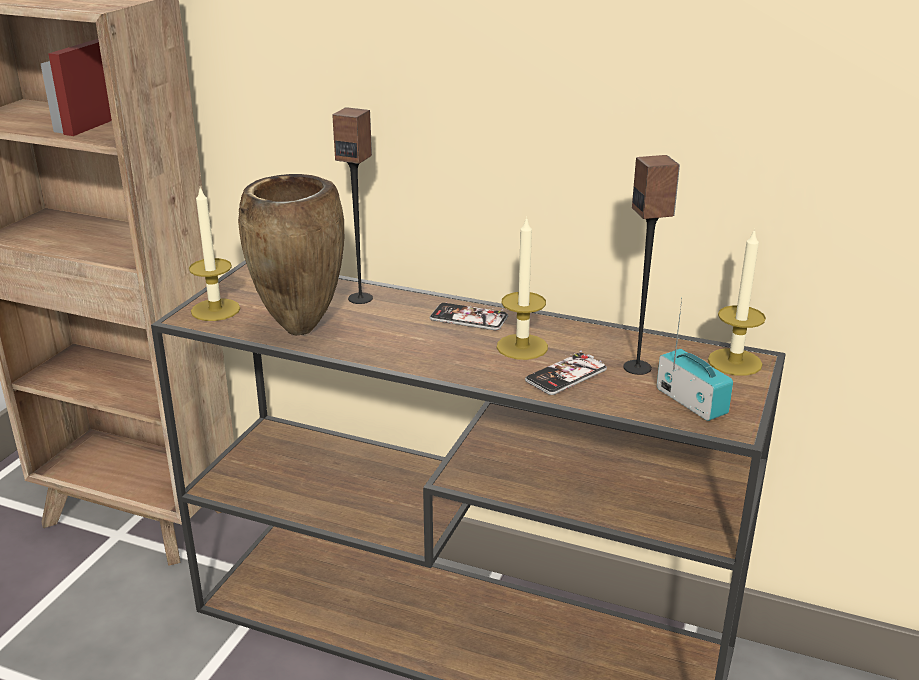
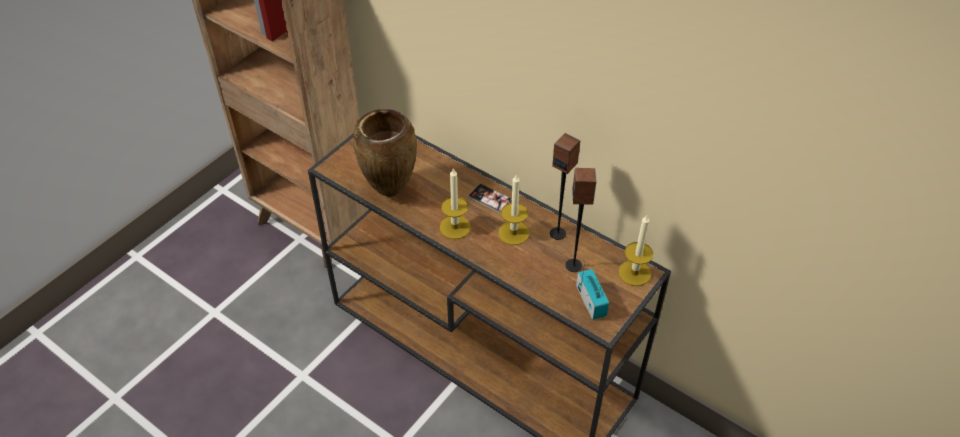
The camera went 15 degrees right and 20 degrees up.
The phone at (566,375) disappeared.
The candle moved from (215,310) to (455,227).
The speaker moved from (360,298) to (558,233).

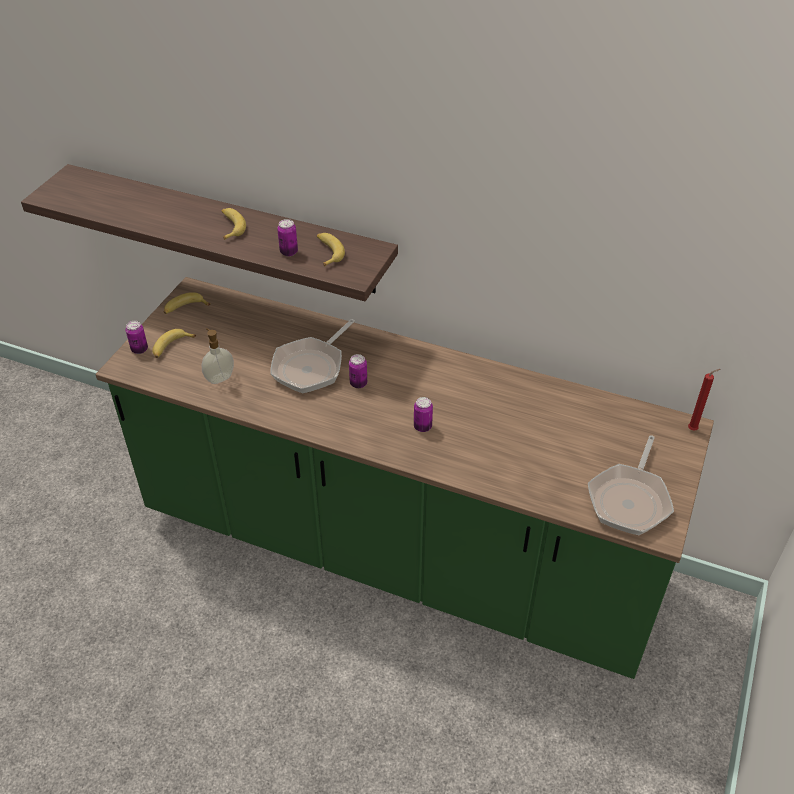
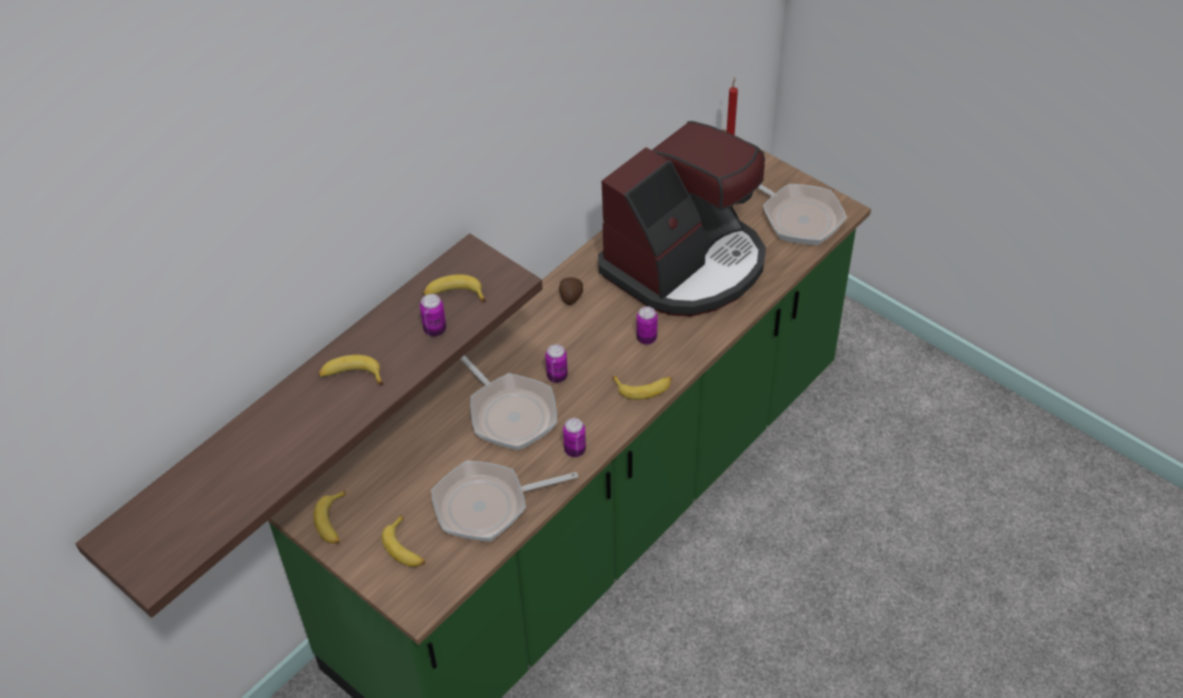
The camera went 70 degrees left and 5 degrees up.
The potato at (570,297) appeared.
The coffee_machine at (686,264) appeared.
The banana at (643,388) appeared.
The can moved from (139,349) to (575,450).
The soap_dispenser at (219,378) was replaced by the frying_pan at (488,505).

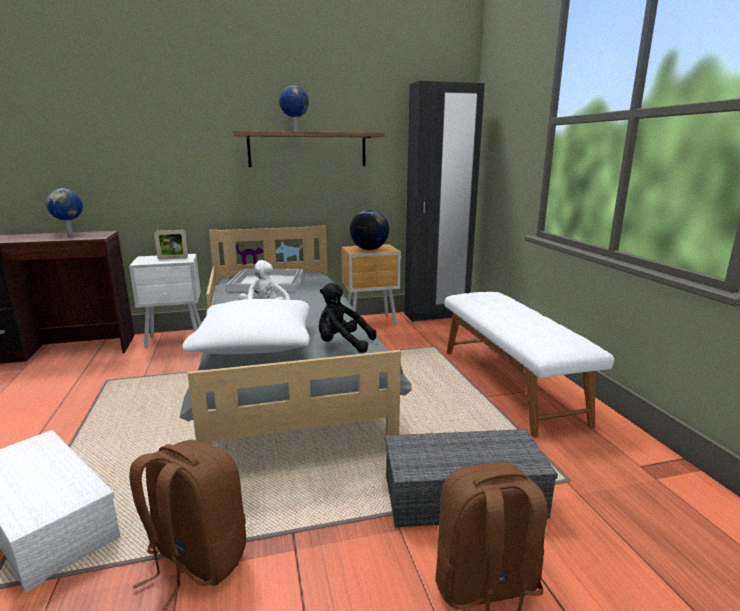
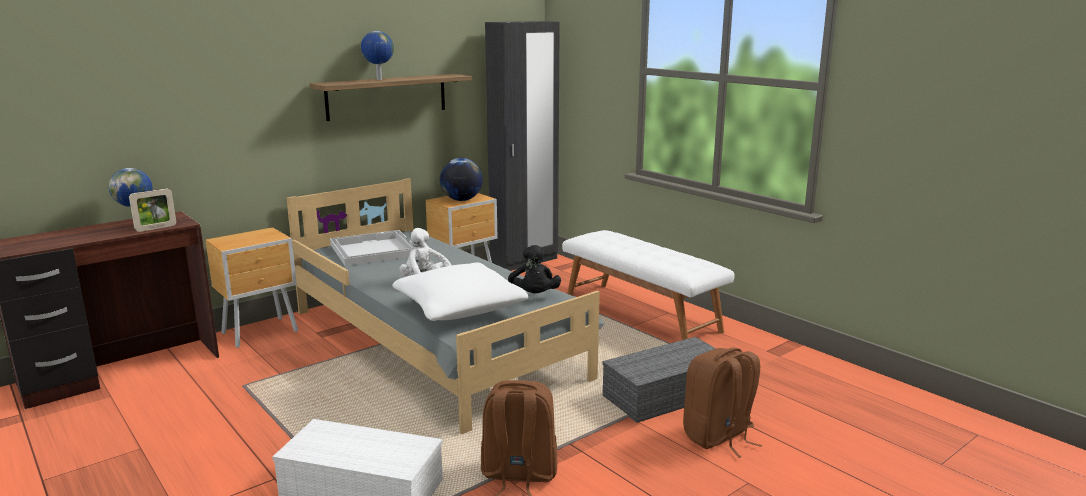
The camera went 25 degrees left and 0 degrees up.
The picture_frame moved from (173,258) to (156,228).
The white_nightstand at (176,339) became the brown_nightstand at (262,332).
The black_plush_toy at (342,344) turned 90 degrees counterclockwise.

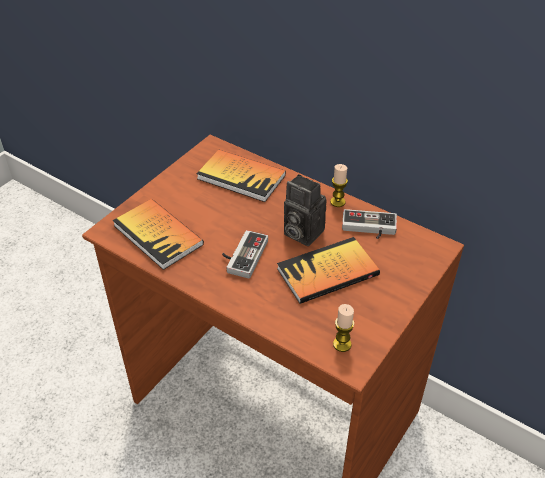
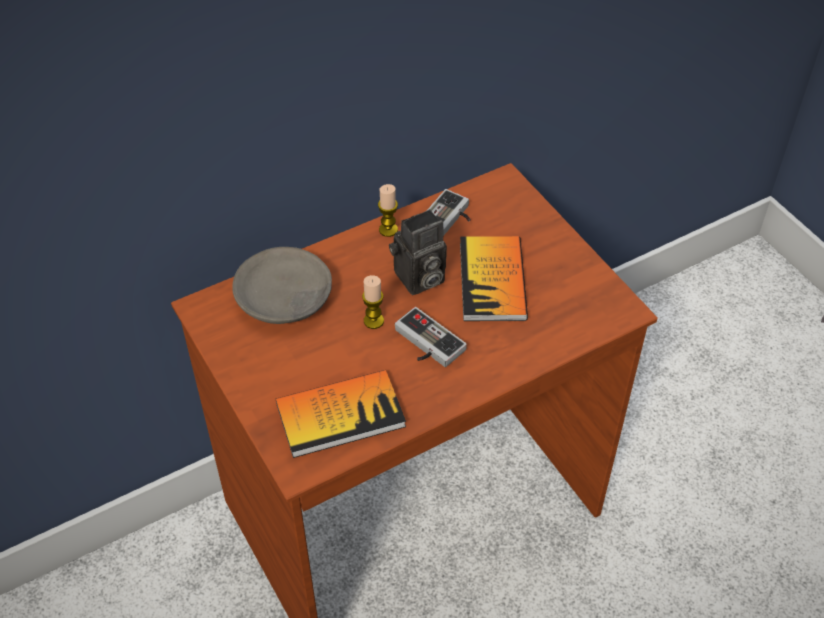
The camera went 65 degrees left and 5 degrees up.
The candle moved from (342,344) to (373,321).
The book at (241,177) was replaced by the grey_bowl at (285,299).

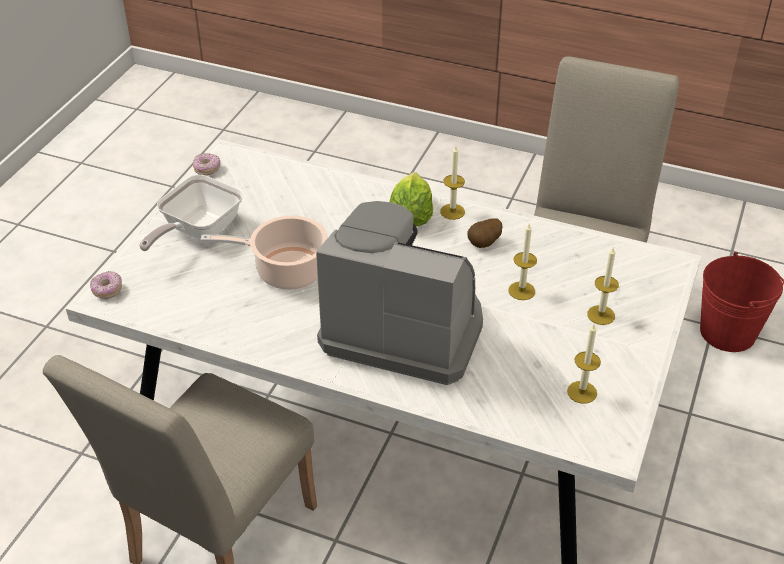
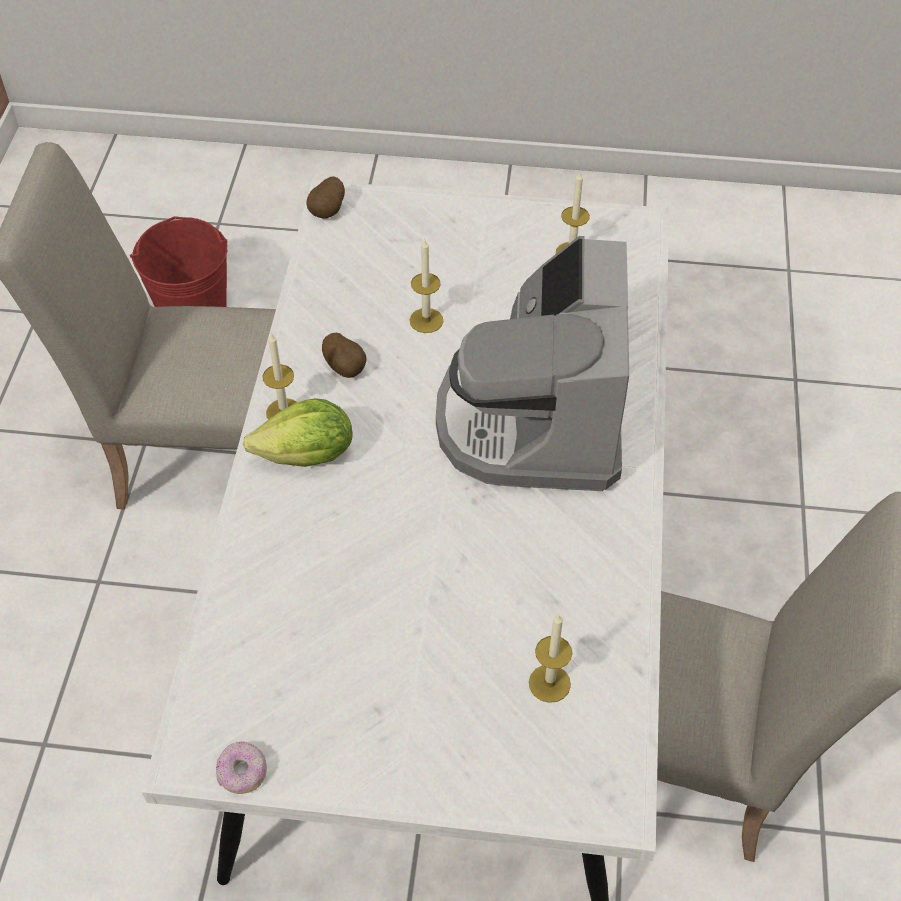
The camera went 105 degrees left and 10 degrees up.
The donut at (107,290) disappeared.
The frying_pan at (197,232) disappeared.
The cooking_pot at (285,271) disappeared.
The potato at (328,212) appeared.
The candle moved from (601,315) to (549,683).

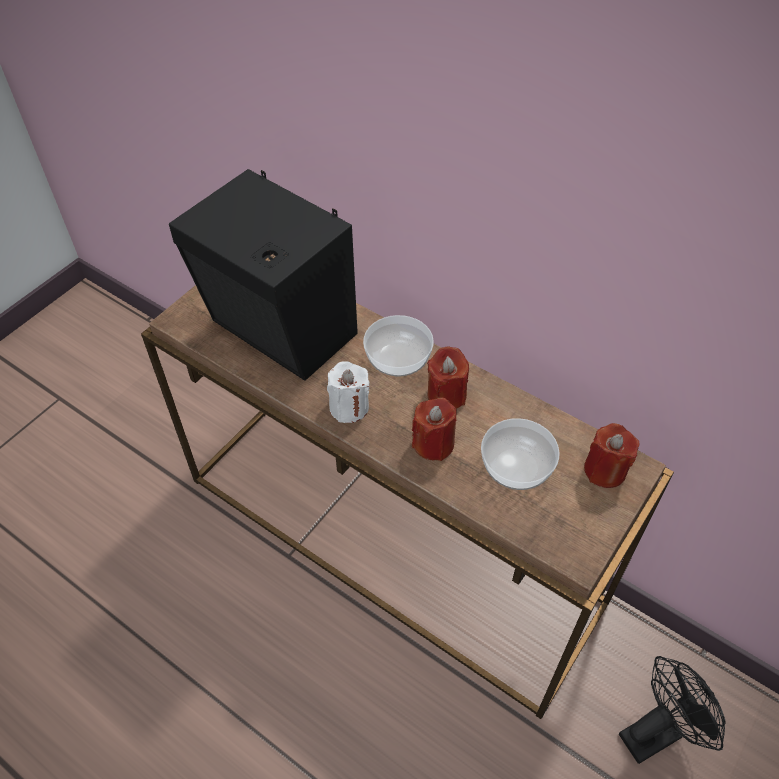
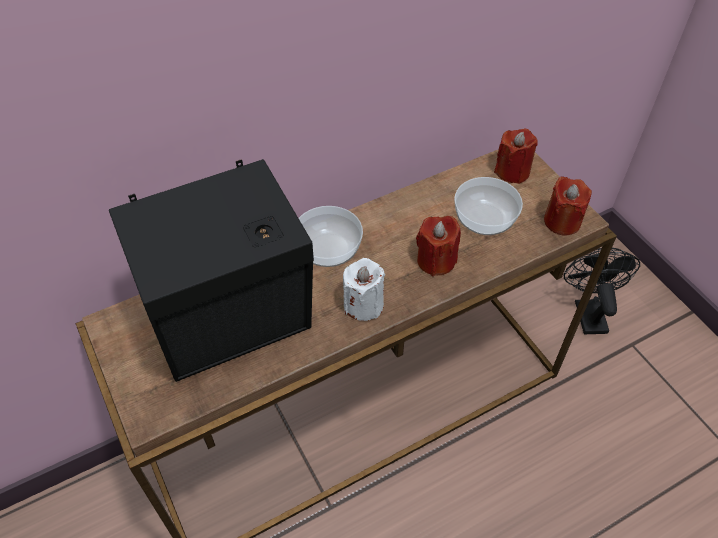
The camera went 65 degrees left and 0 degrees up.
The red_candle moved from (446,395) to (562,221).

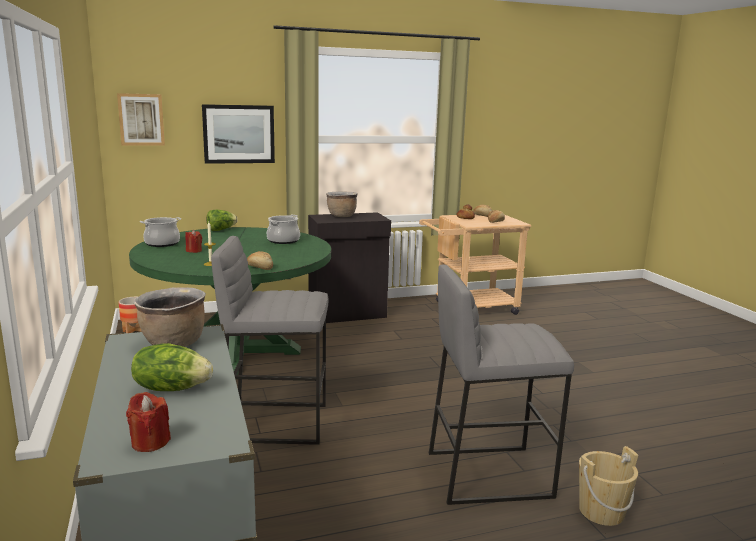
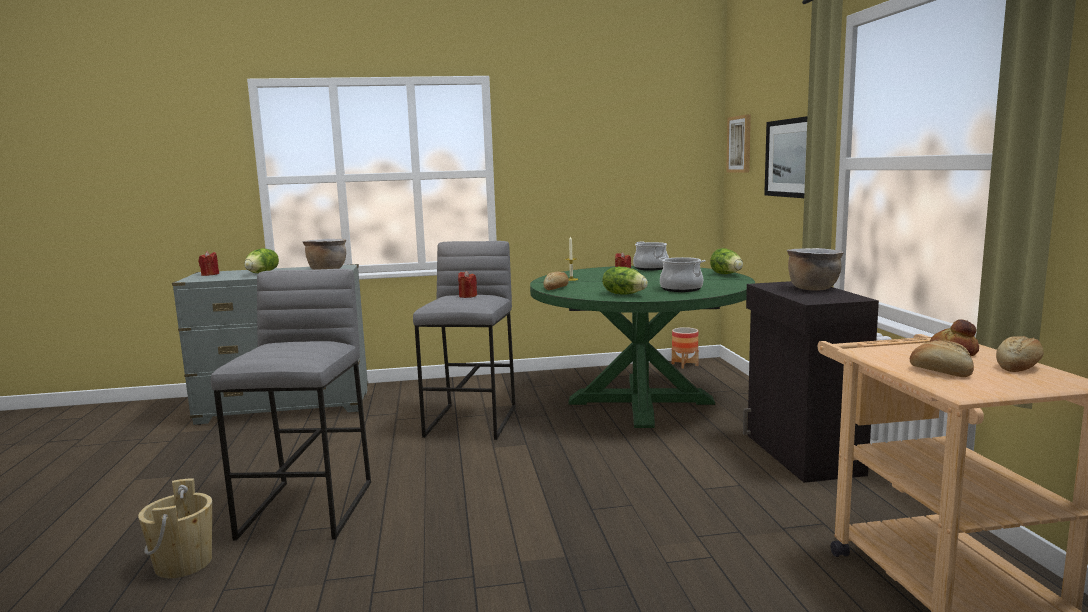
The camera went 100 degrees right and 5 degrees down.
The red_candle at (467,296) appeared.
The lettuce at (624,294) appeared.

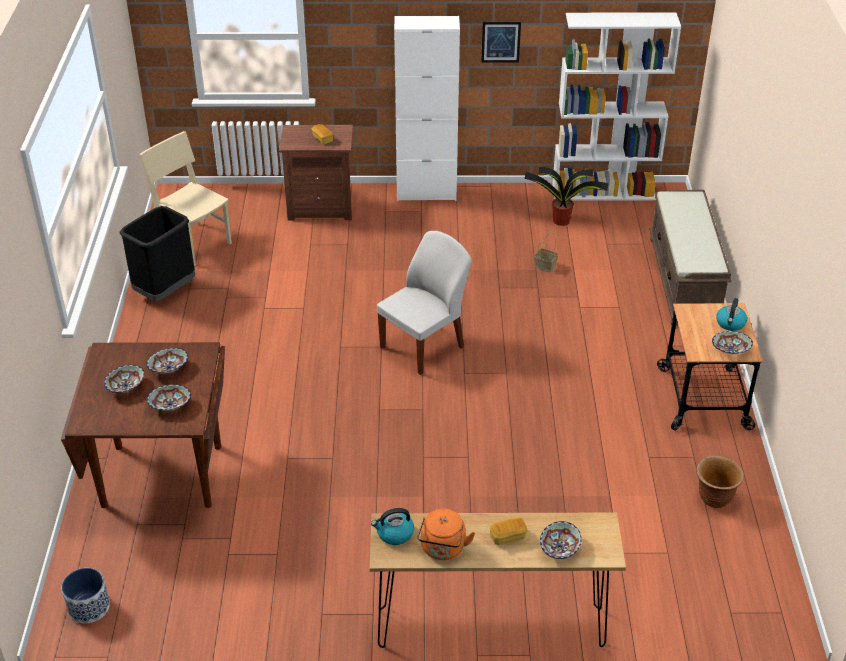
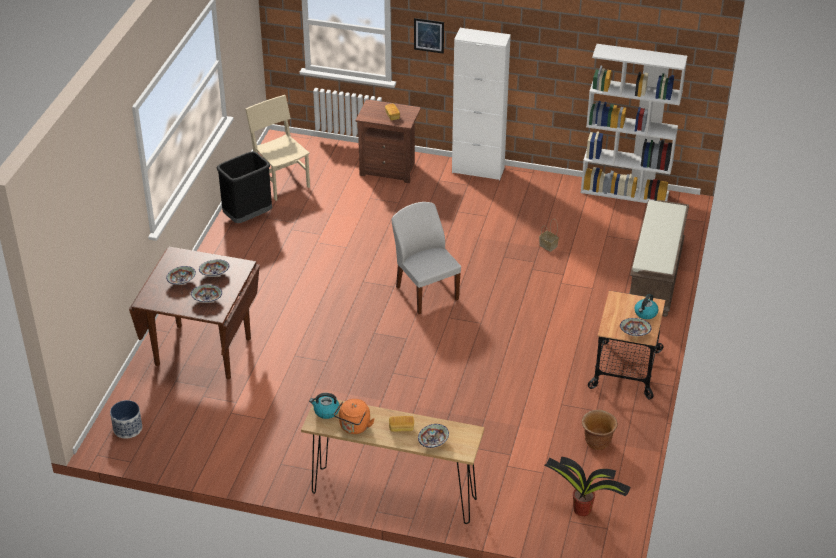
The camera went 15 degrees right and 0 degrees up.
The picture moved from (500,42) to (429,35).
The potted_plant moved from (562,221) to (583,509).
The white_chair at (424,346) turned 90 degrees counterclockwise.

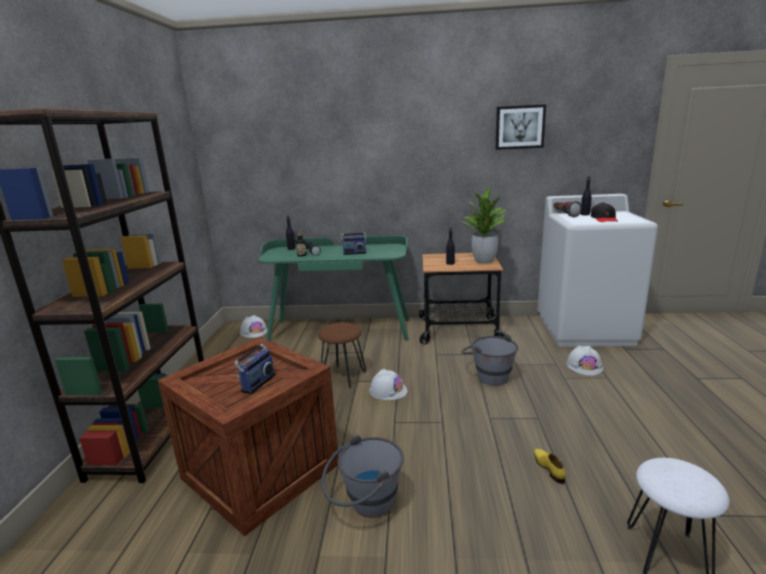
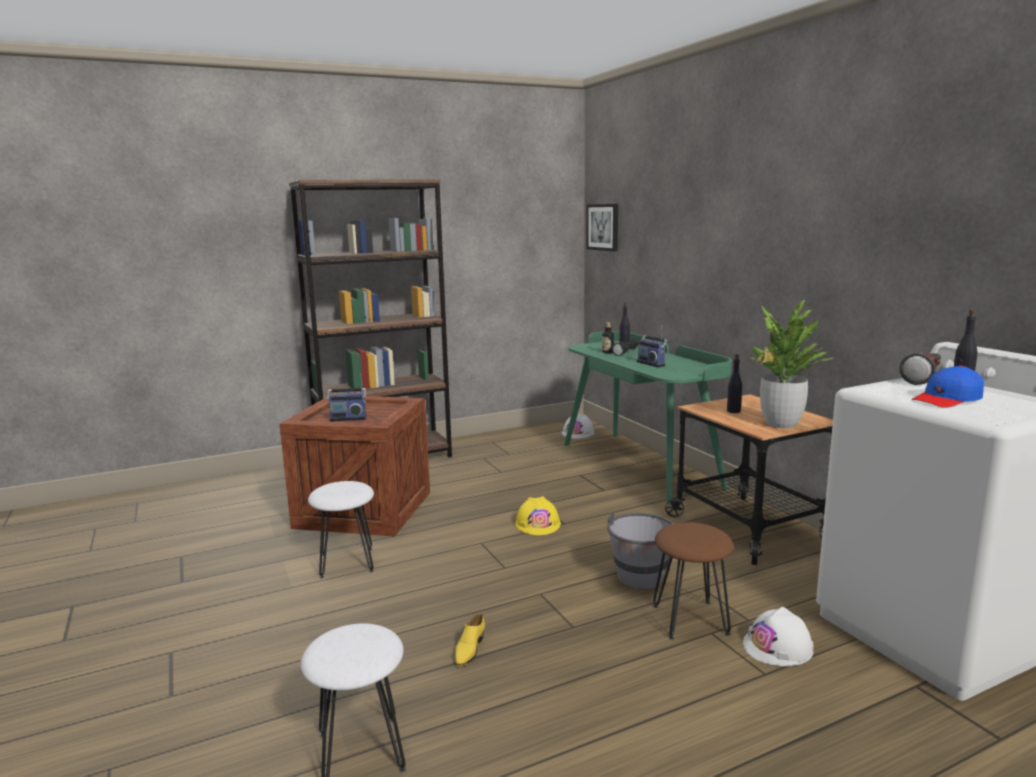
The camera went 60 degrees right and 5 degrees down.
The brown_stool moved from (343,376) to (691,619).
The picture moved from (519,127) to (603,227).
The grey_bucket at (365,505) was replaced by the white_stool at (347,562).
The white_hard_hat at (388,390) became the yellow_hard_hat at (538,524).
The black_cap at (604,219) became the blue_cap at (947,399).
The yellow_shoe at (548,468) turned 150 degrees clockwise.

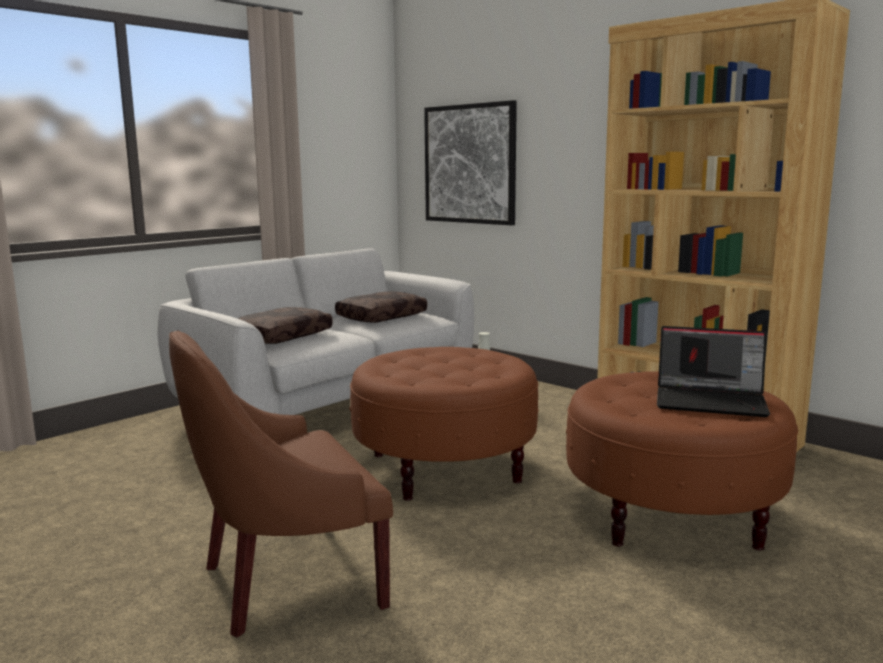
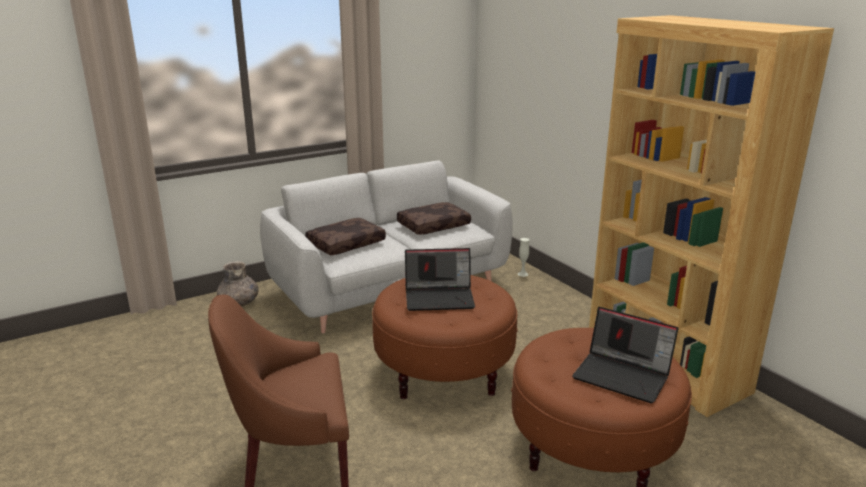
The camera went 15 degrees right and 10 degrees up.
The picture at (470,164) disappeared.
The grey_vase at (239,302) appeared.
The laptop at (440,297) appeared.

